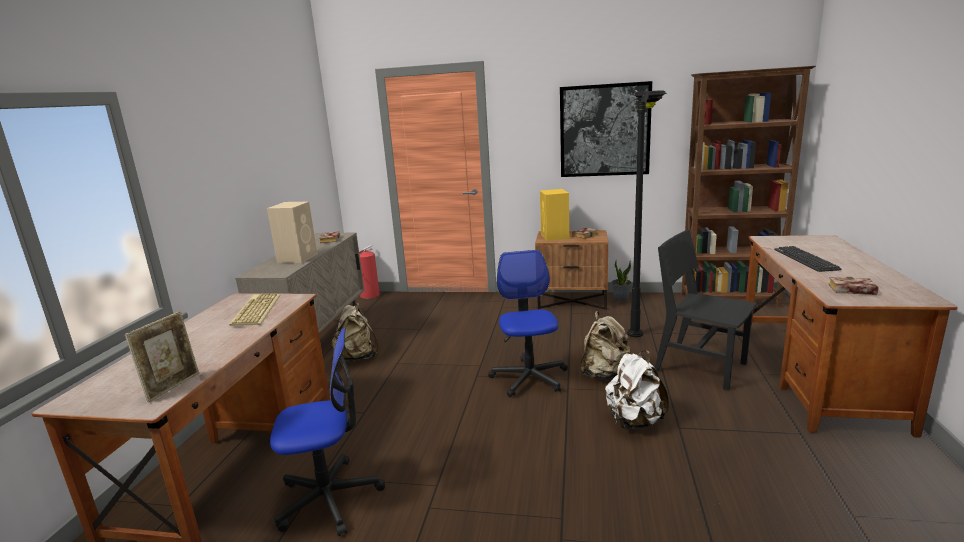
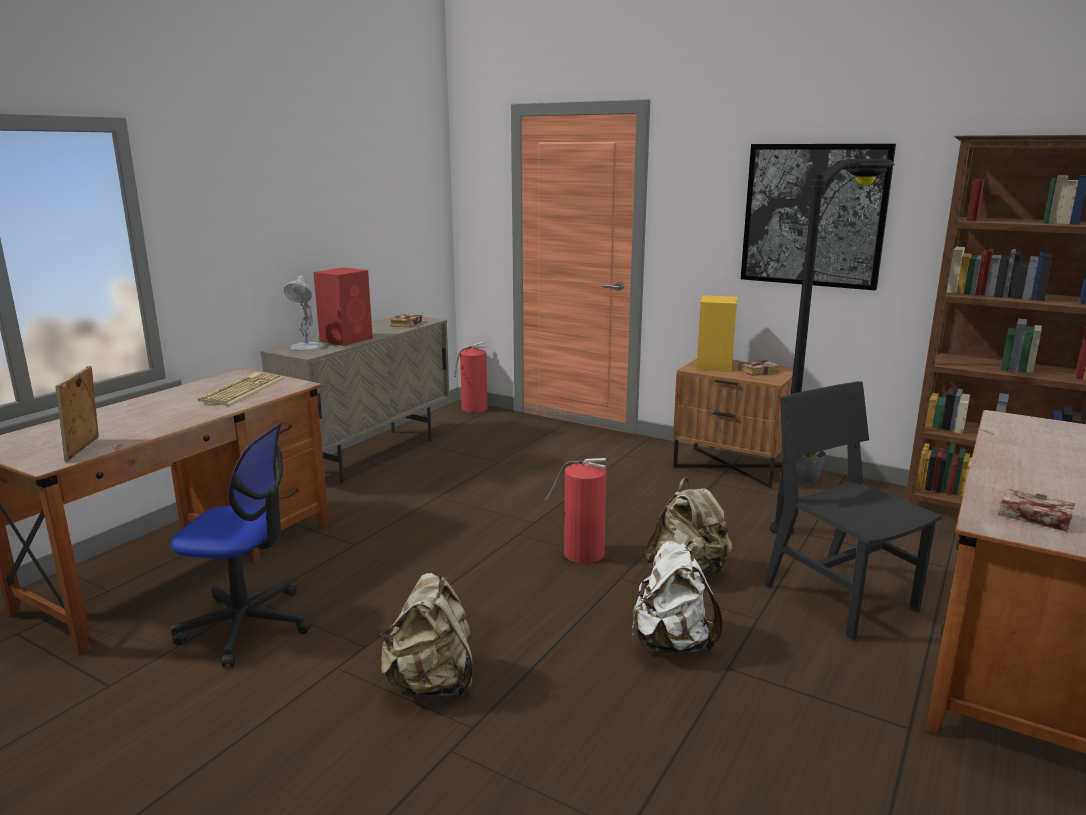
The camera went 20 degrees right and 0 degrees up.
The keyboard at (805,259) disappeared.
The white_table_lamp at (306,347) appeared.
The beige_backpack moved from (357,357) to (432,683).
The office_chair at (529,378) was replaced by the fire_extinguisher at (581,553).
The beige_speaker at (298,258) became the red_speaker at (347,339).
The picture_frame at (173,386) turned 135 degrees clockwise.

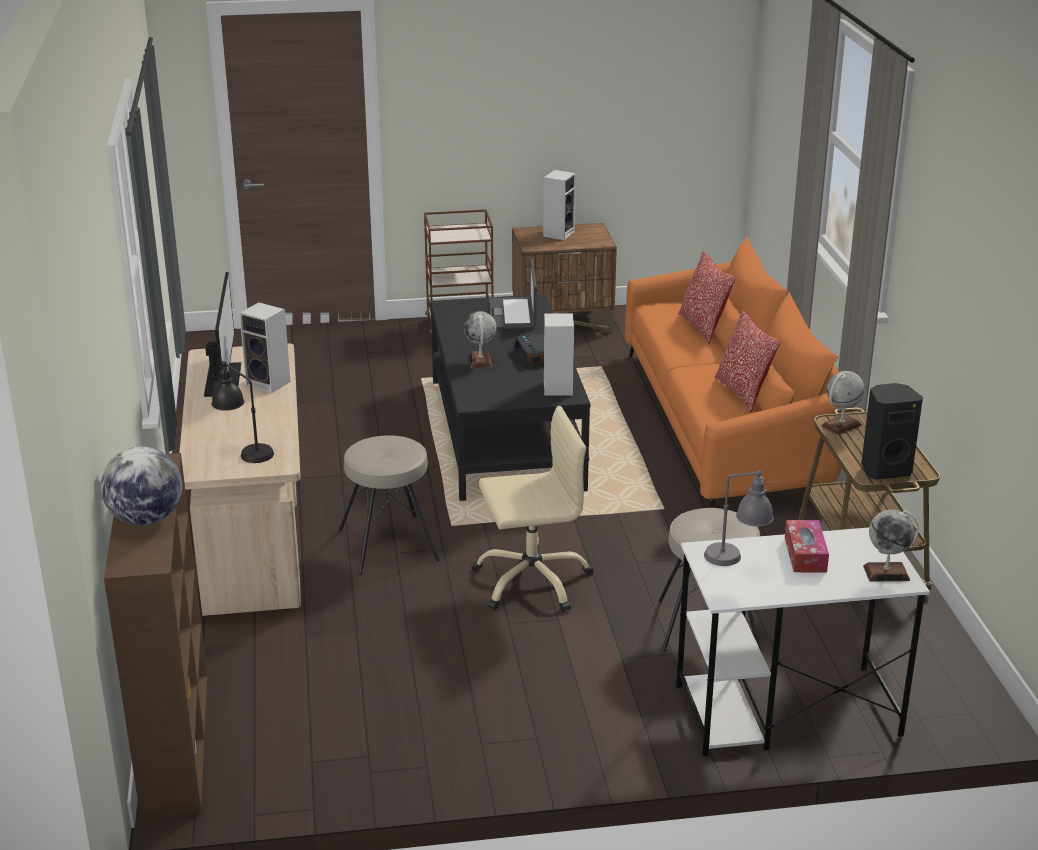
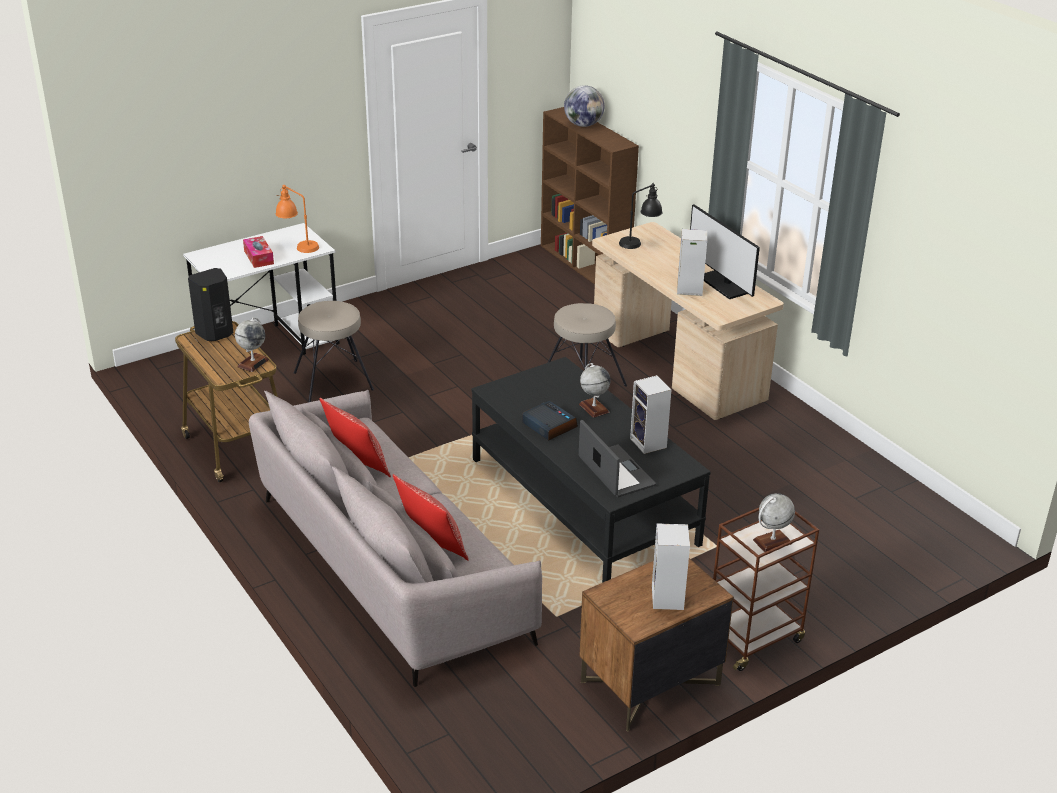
The camera went 155 degrees right and 5 degrees up.
The beige_office_chair at (532,581) disappeared.
The speaker moved from (557,387) to (649,444).
The globe moved from (886,573) to (772,542).
The orange_sofa at (727,425) became the grey_sofa at (387,566).
The grey_table_lamp at (737,561) became the orange_table_lamp at (298,246).

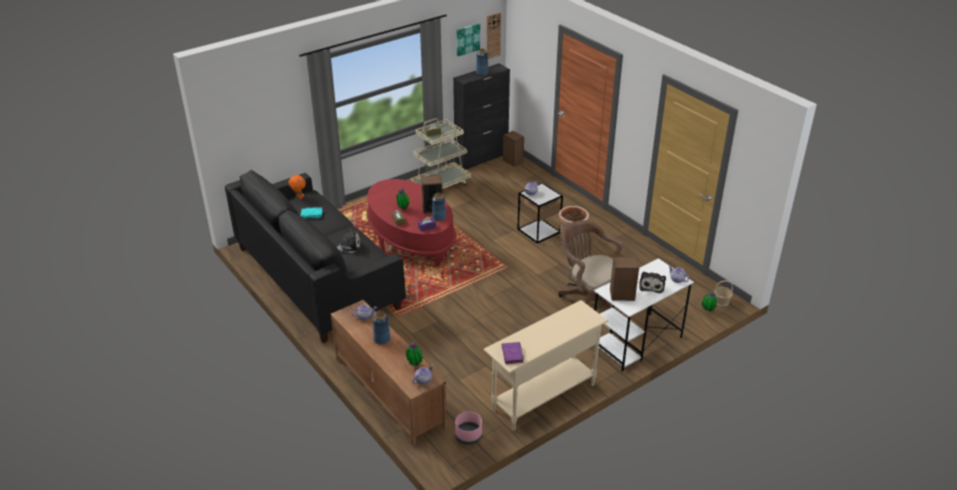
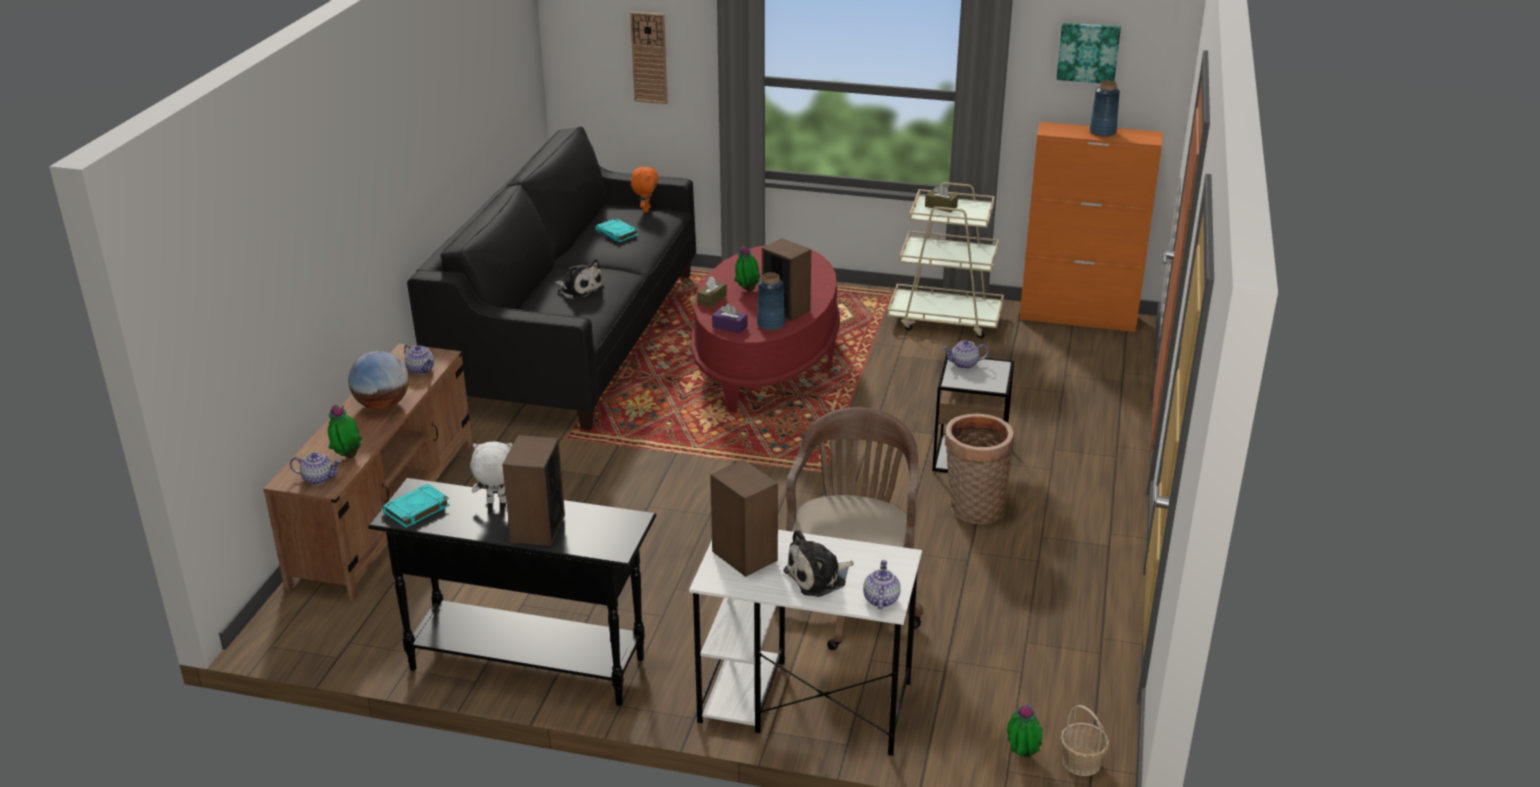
The camera went 50 degrees right and 5 degrees down.
The pink_planter at (468,436) disappeared.
The white_plush_toy at (496,502) appeared.
The wall_clock moved from (493,35) to (649,58).
The speaker moved from (513,161) to (537,528).
The blue_vase at (382,339) was replaced by the globe at (382,405).
The black_cabinet at (482,158) became the orange_cabinet at (1078,317).
The beige_console_table at (543,397) became the black_console_table at (526,663).
The purple_book at (512,355) became the turquoise_book at (416,509).

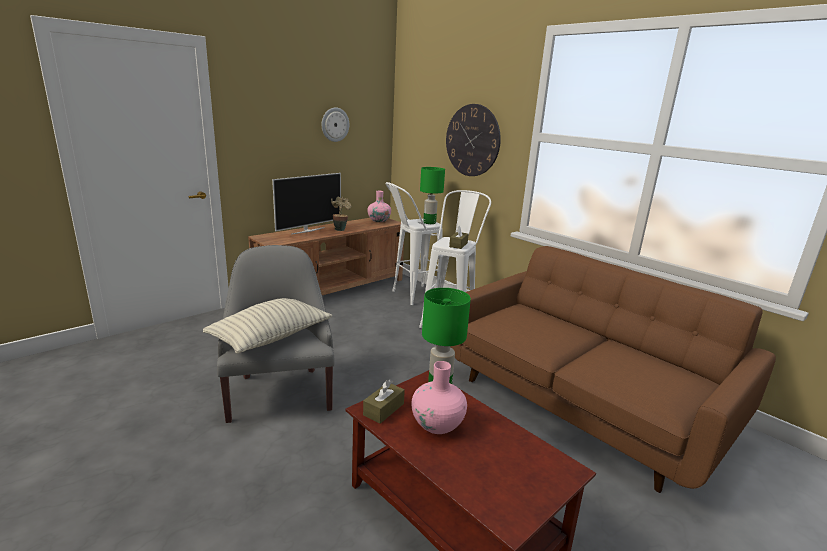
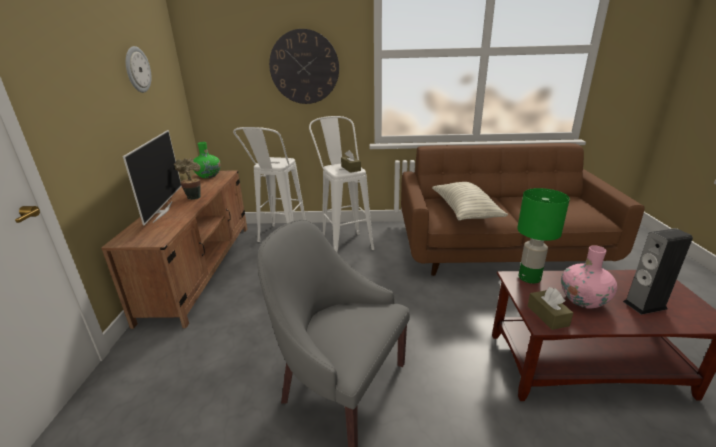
The camera went 45 degrees left and 5 degrees up.
The green_table_lamp at (429,223) disappeared.
The speaker at (644,305) appeared.
The pillow moved from (271,337) to (465,211).
The pink_vase at (379,220) became the green_vase at (208,176).

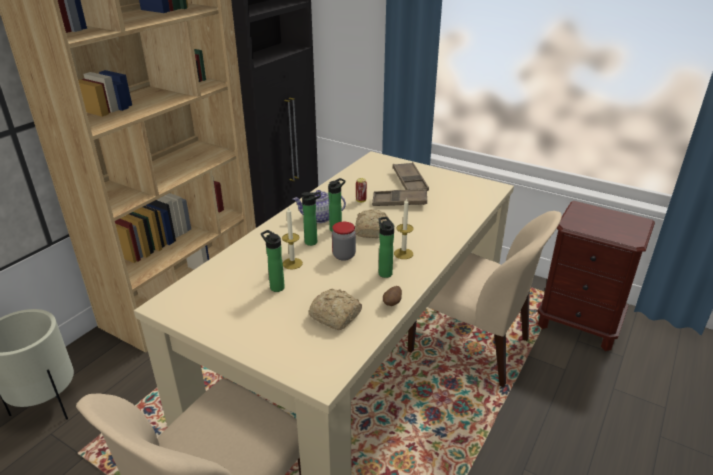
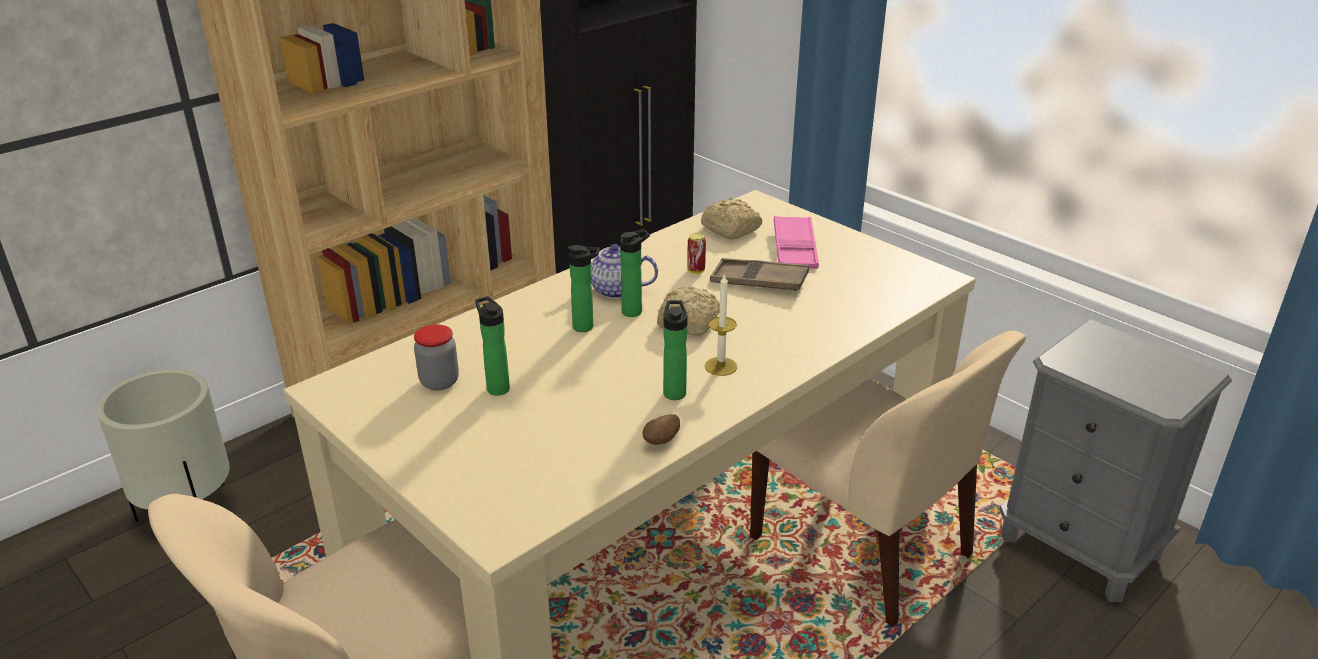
The camera went 15 degrees right and 0 degrees up.
The candle at (292,263) disappeared.
The bread moved from (336,317) to (731,230).
The jar moved from (344,255) to (439,382).
The brown_tray at (410,181) became the pink_tray at (794,248).
The brown_nightstand at (579,324) became the grey_nightstand at (1079,546).

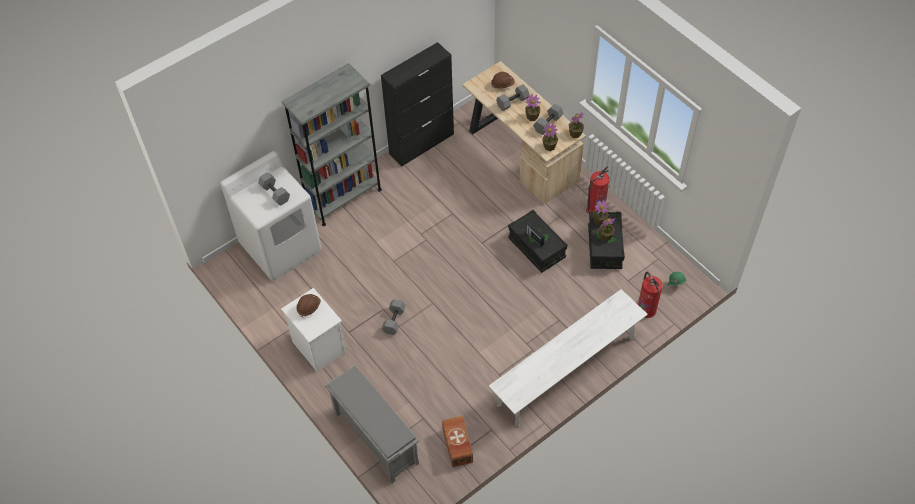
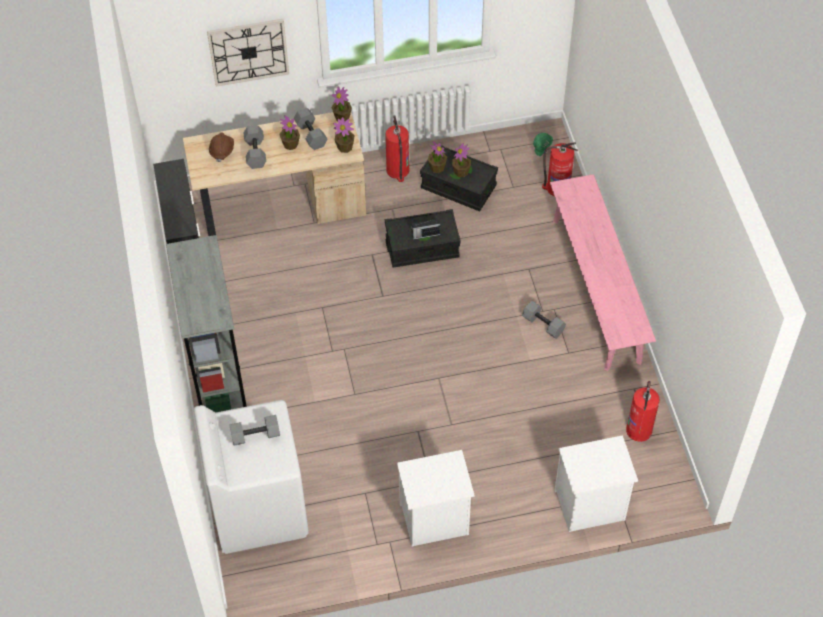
The camera went 65 degrees left and 0 degrees up.
The brown_hard_hat at (308,308) disappeared.
The wall_clock at (248,51) appeared.
The grey_dumbbell moved from (393,320) to (542,325).
The grey_shoe_rack at (375,437) was replaced by the white_nightstand at (589,506).
The brown_storage_box at (457,446) was replaced by the fire_extinguisher at (639,429).
The white_bench at (566,370) became the pink_bench at (596,289).

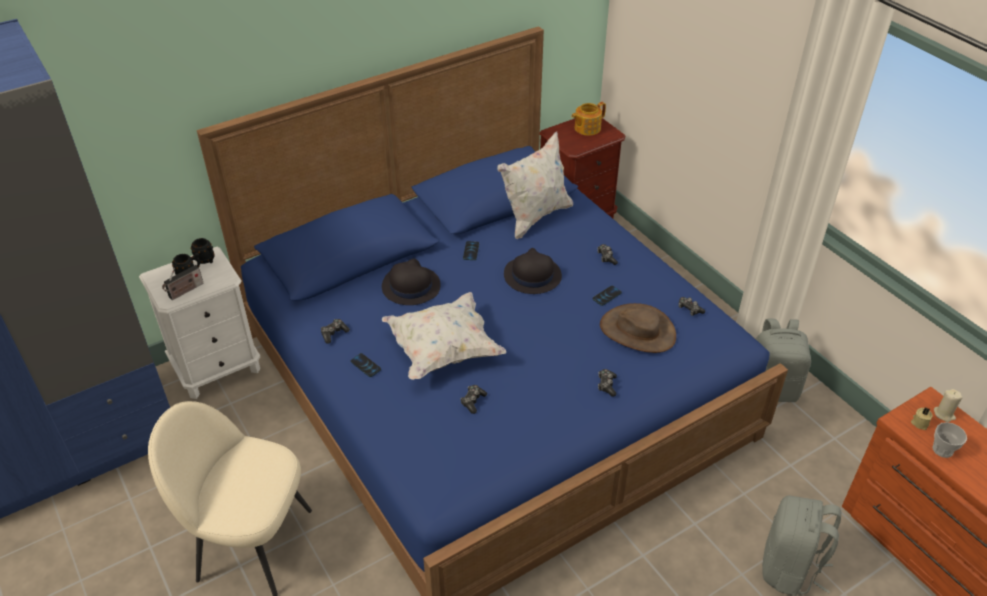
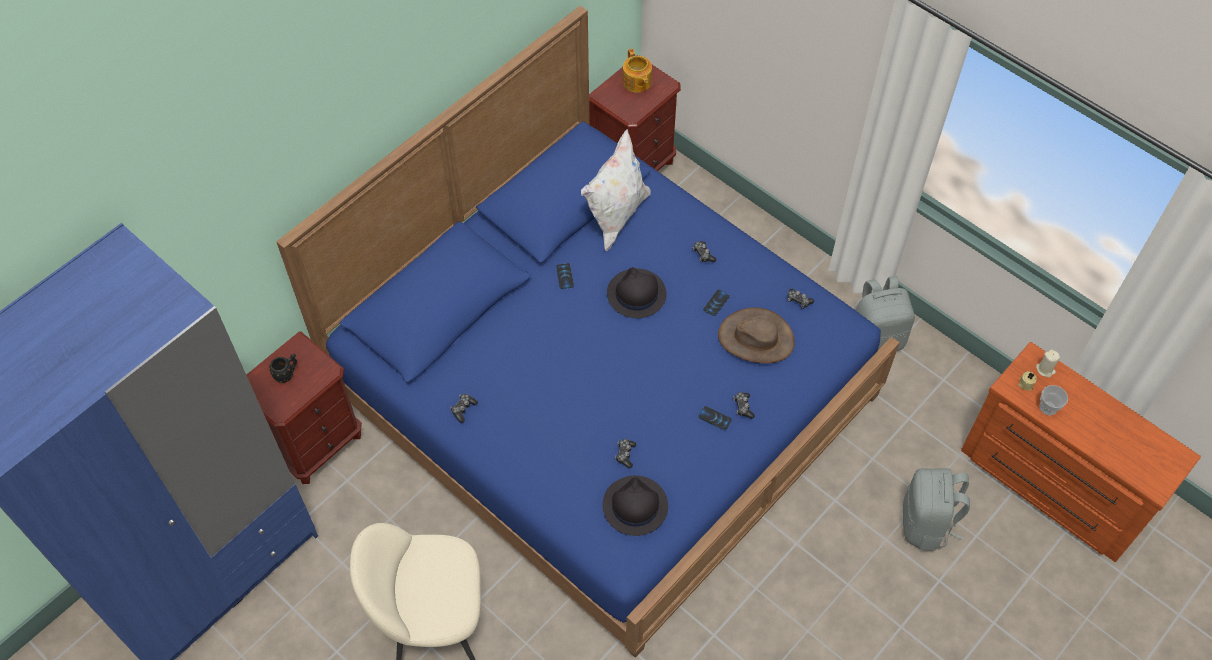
The camera went 15 degrees left and 15 degrees up.
The radio at (185,291) disappeared.
The black_mug at (207,260) disappeared.
The white_pillow at (443,350) disappeared.
The phone moved from (365,365) to (715,418).
The black_hat moved from (410,286) to (634,506).
The white_nightstand at (217,368) became the brown_nightstand at (315,443).
The teapot at (586,128) turned 60 degrees counterclockwise.

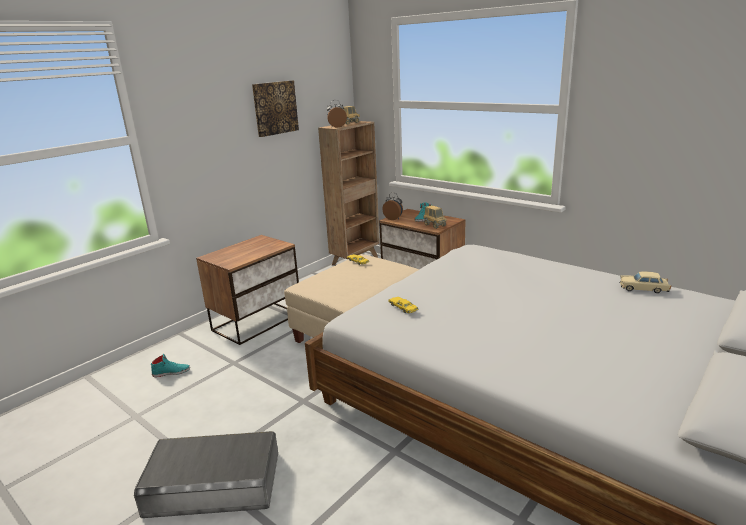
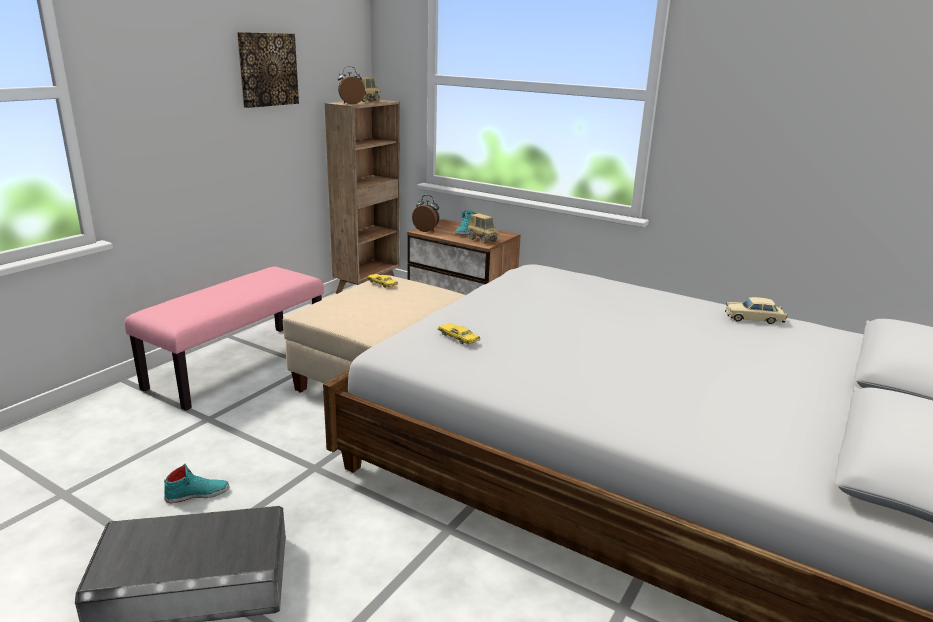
The camera went 10 degrees left and 0 degrees up.
The turquoise_shoe moved from (171,372) to (197,494).
The nightstand at (258,322) was replaced by the pink_bench at (238,365).

